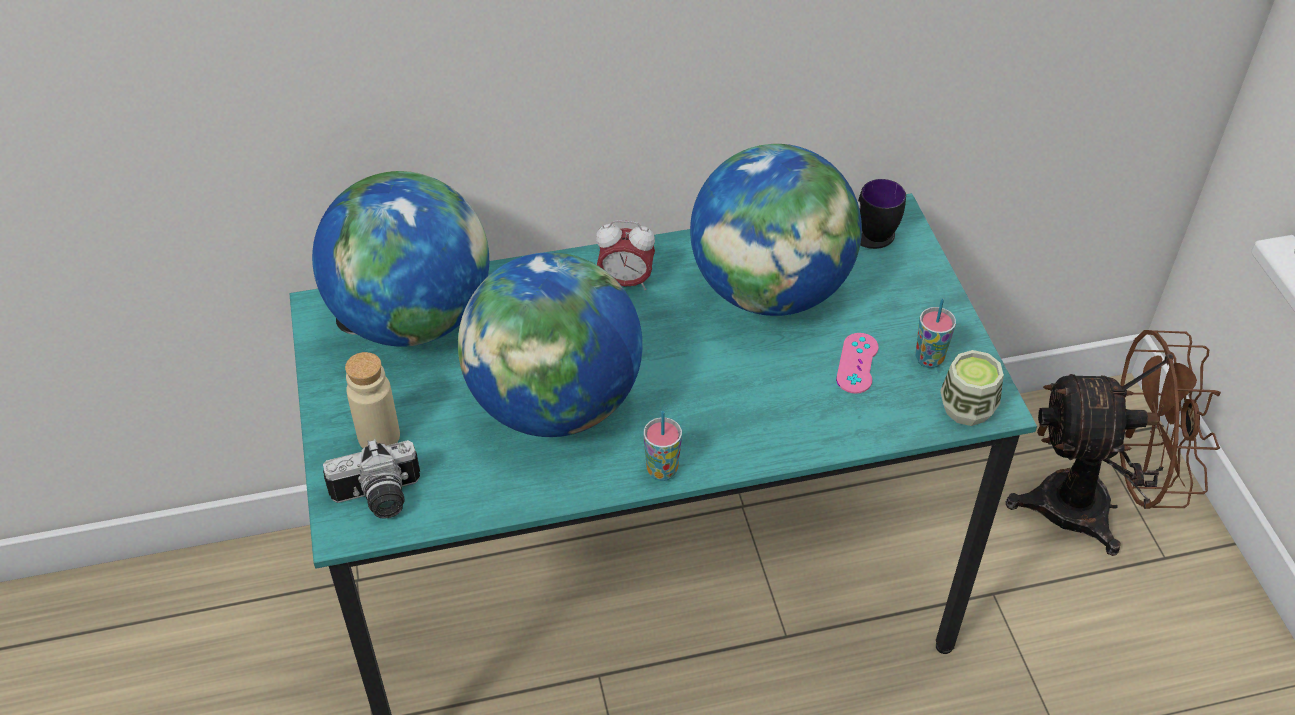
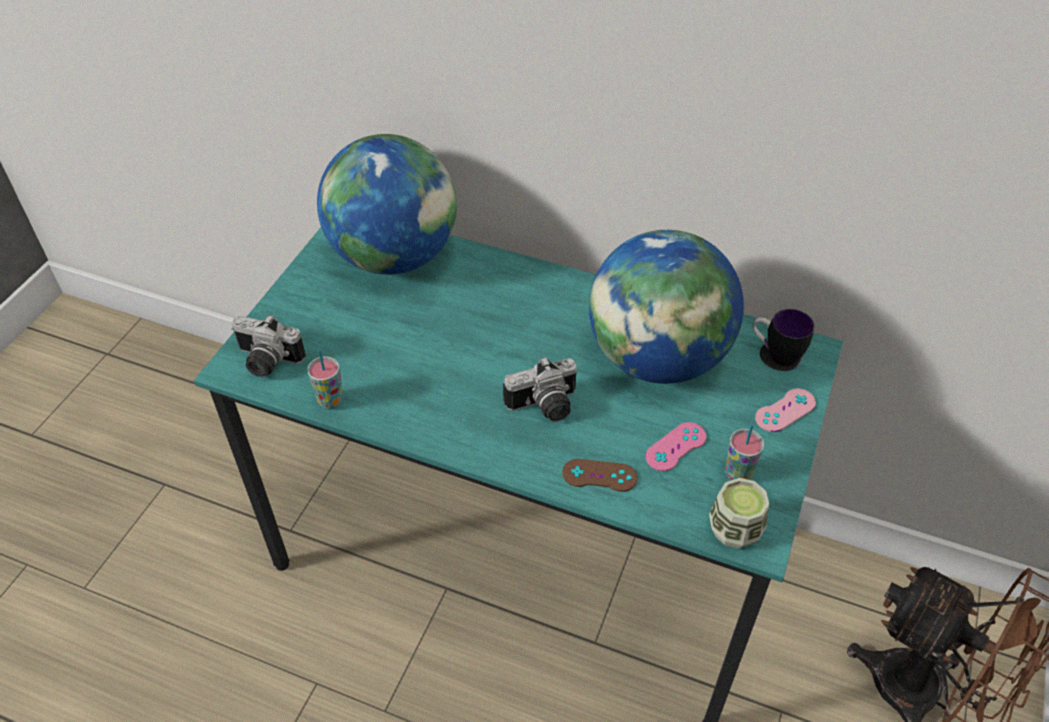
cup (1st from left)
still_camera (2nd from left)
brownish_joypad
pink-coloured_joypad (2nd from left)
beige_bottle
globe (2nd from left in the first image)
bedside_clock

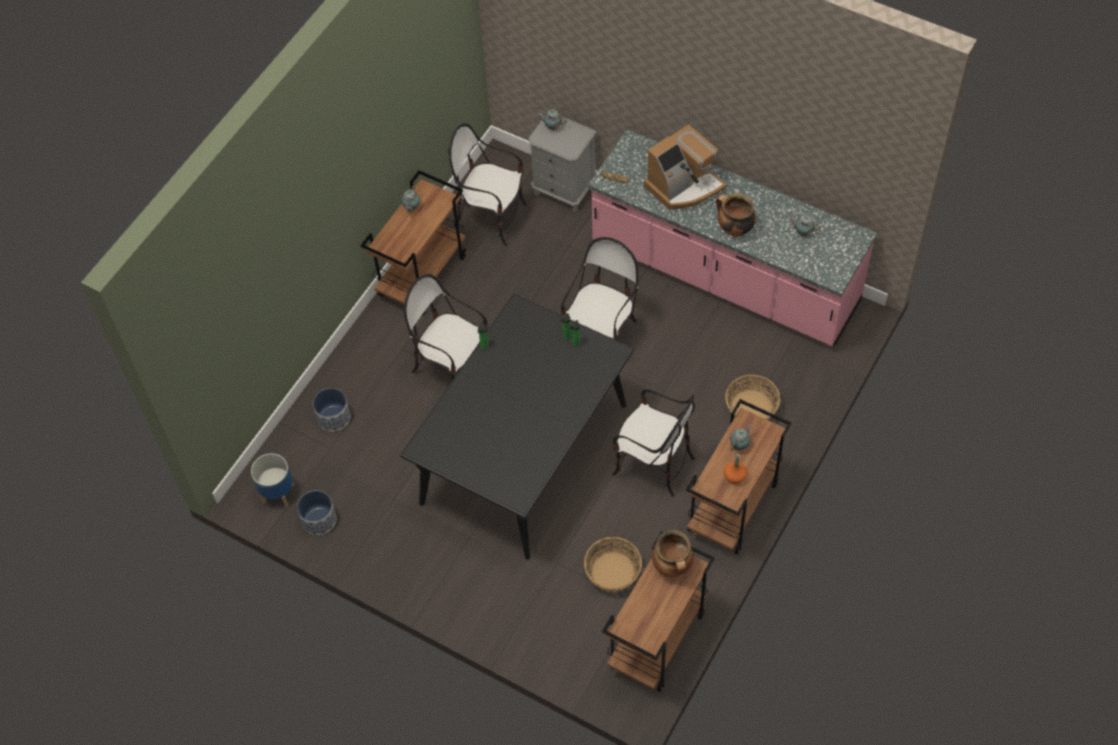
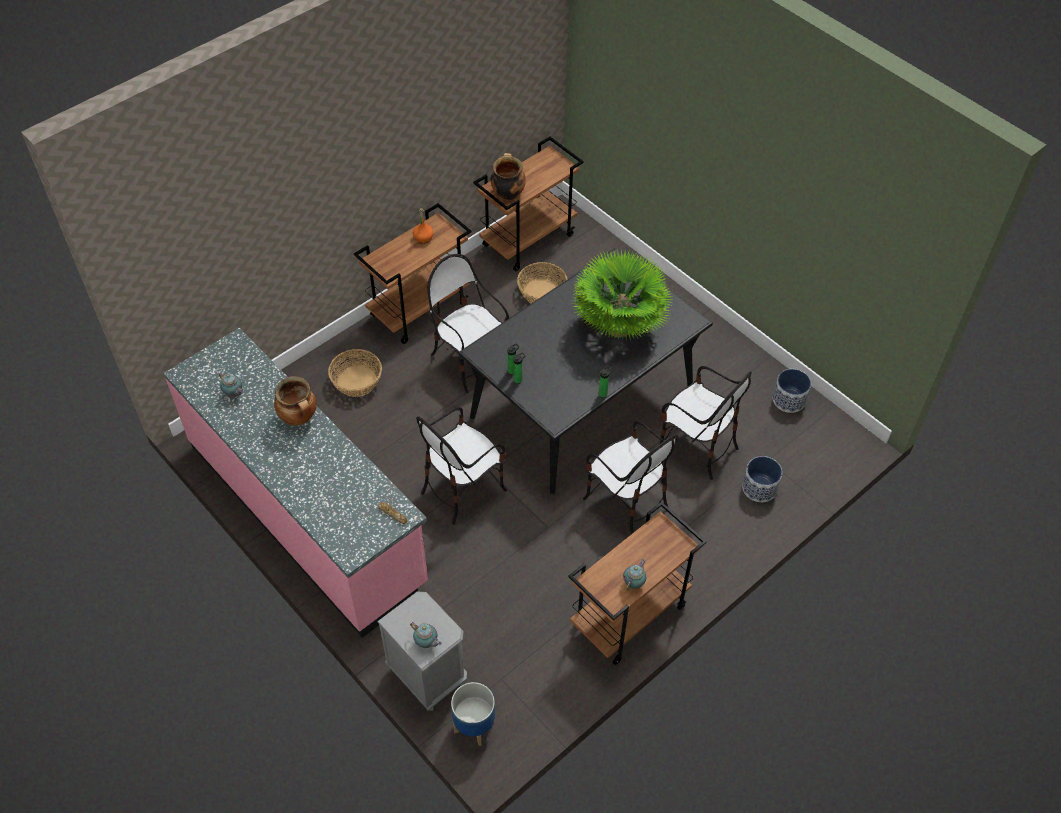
flower_pot (1st from left)
houseplant
plain_chair (4th from left)
coffee_machine
pot_for_tea (3rd from left in the first image)

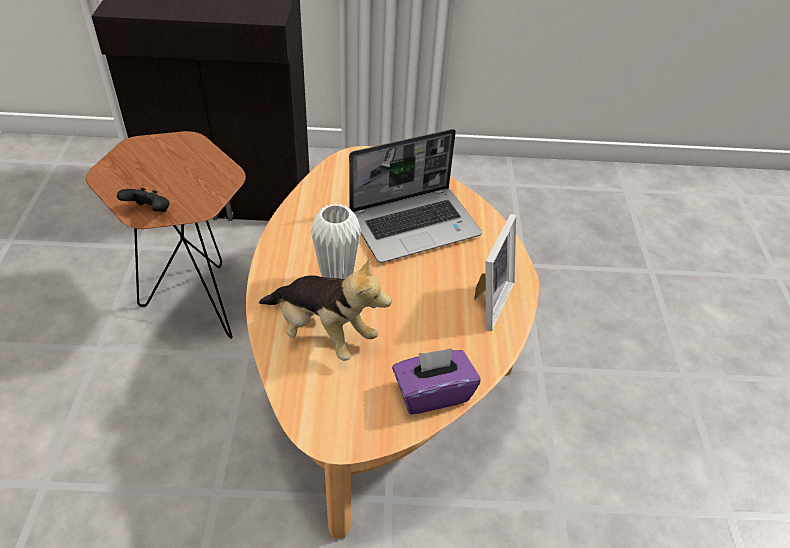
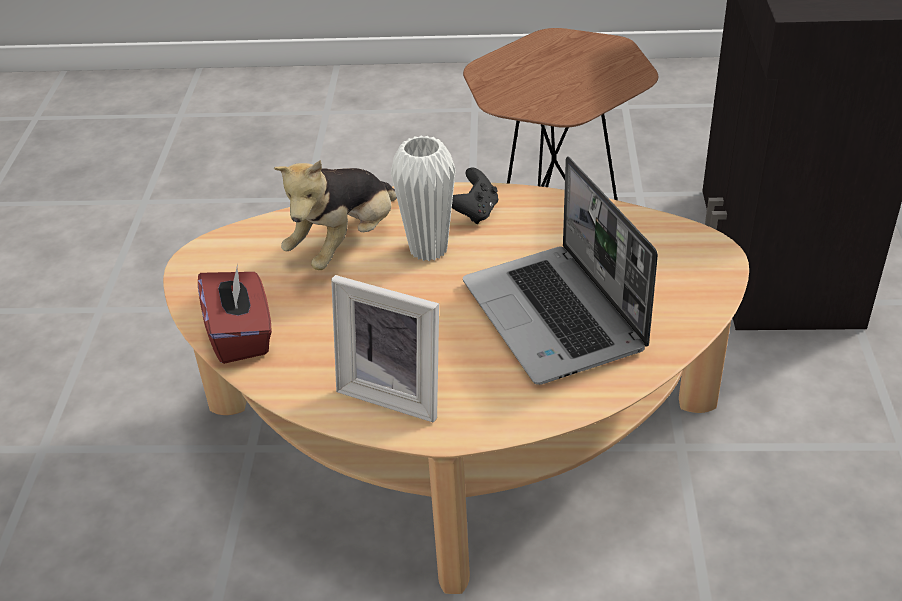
red-coloured_box_of_tissues
black_joypad

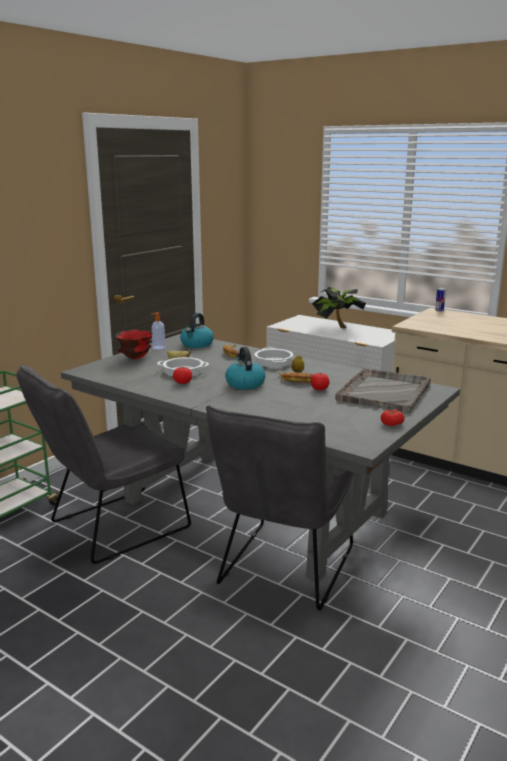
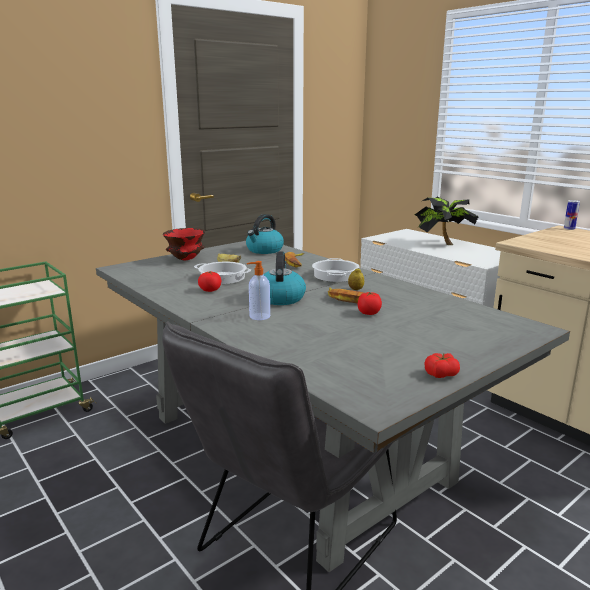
liquid_soap_bottle
grey_plain_chair (1st from left in the first image)
grey_tray

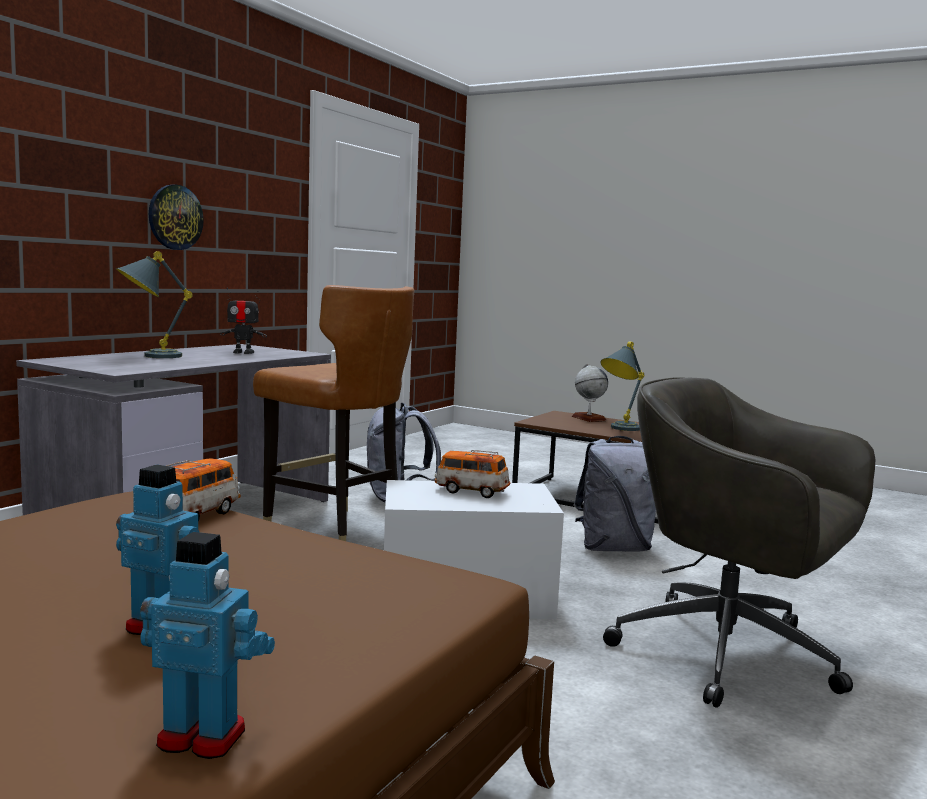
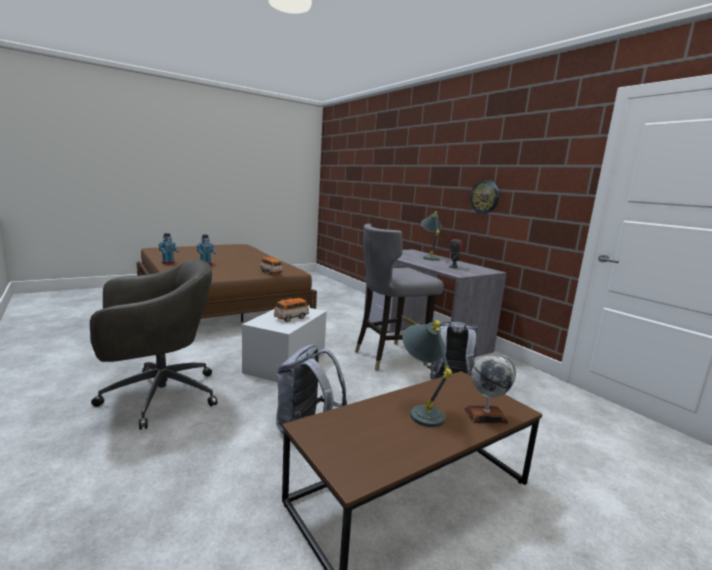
grey_plain_chair

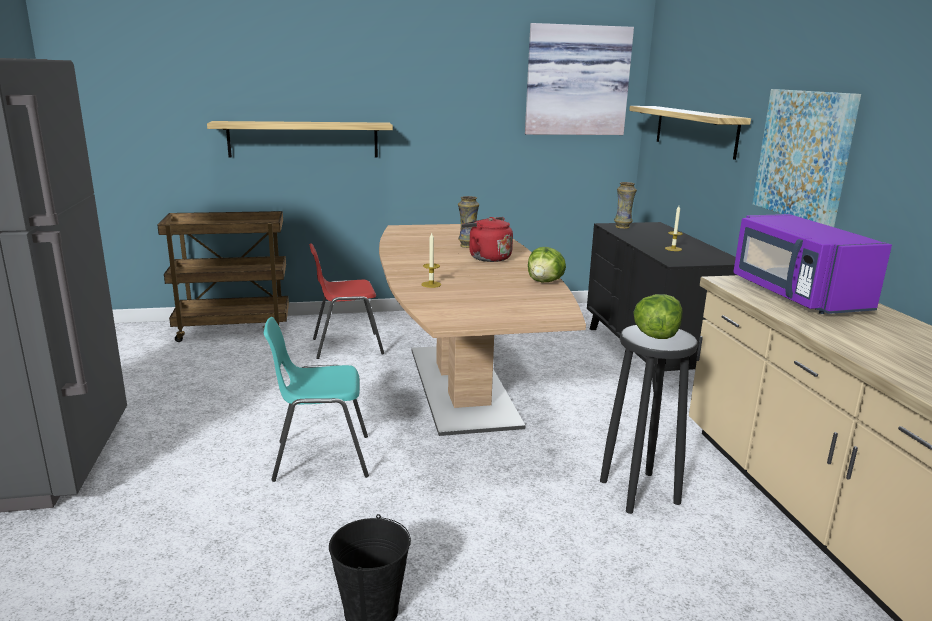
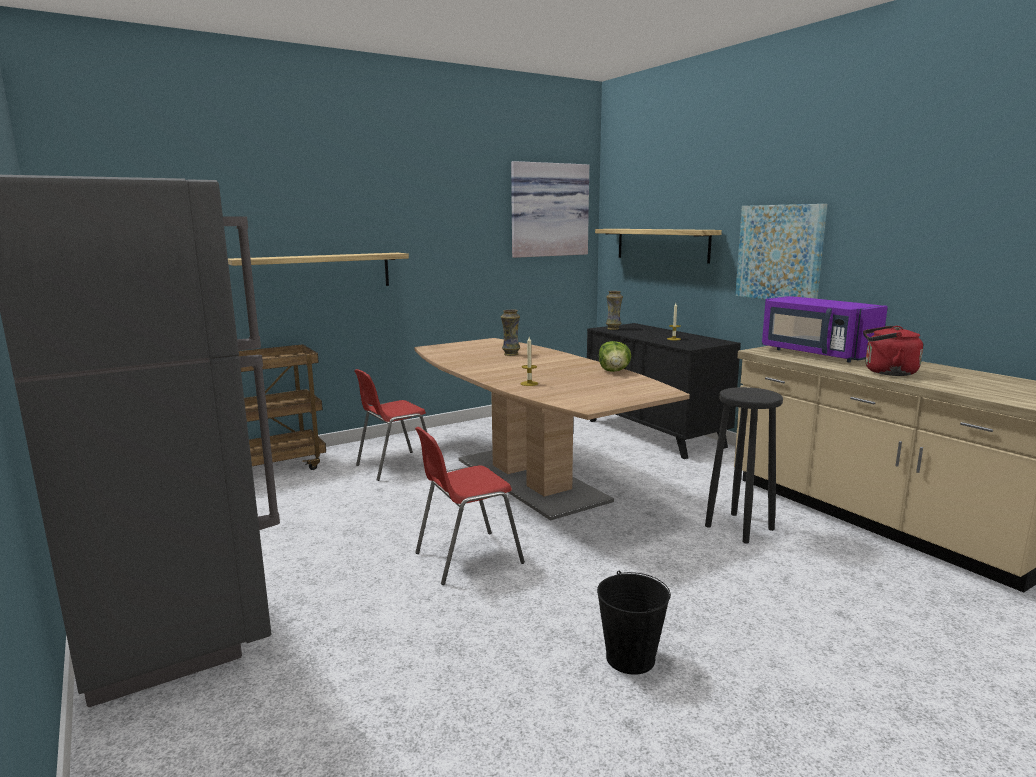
red-coloured_plain_chair (2nd from left)
red-coloured_tea_kettle
lettuce_head (2nd from left in the first image)

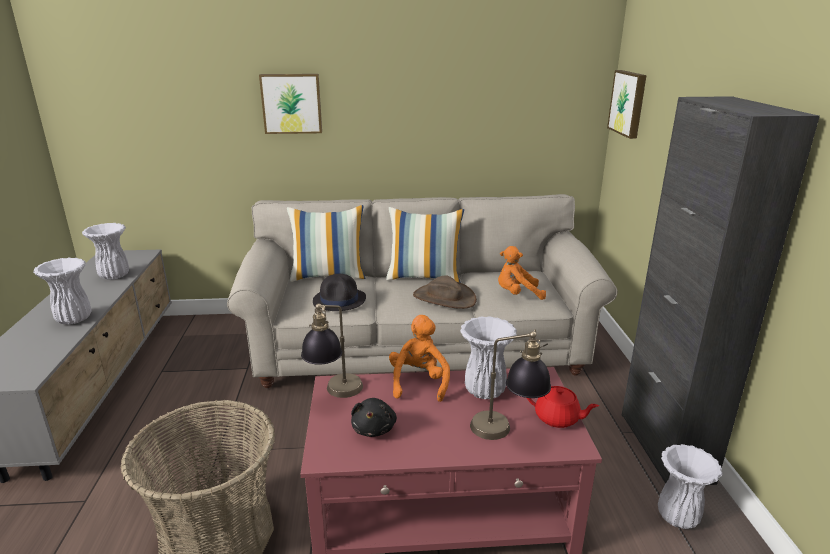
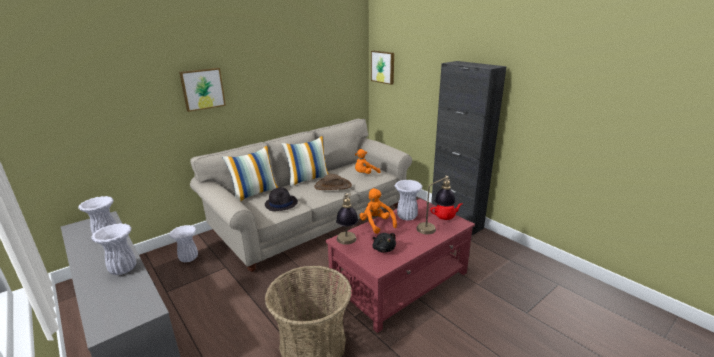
white_decorative_vase (3rd from left)

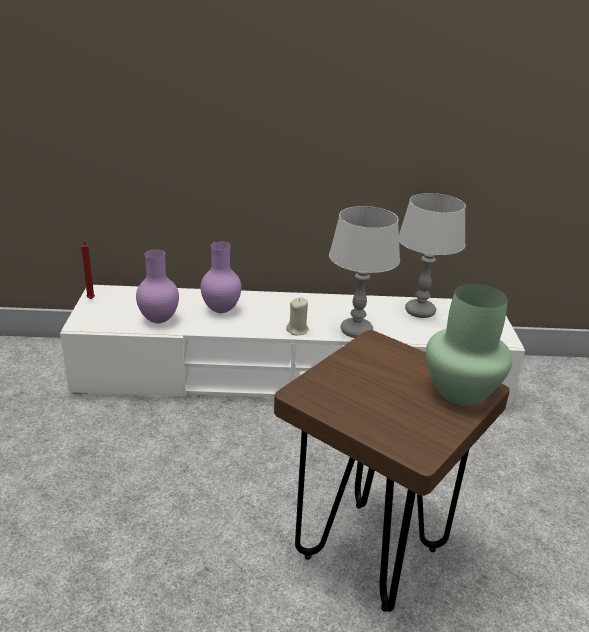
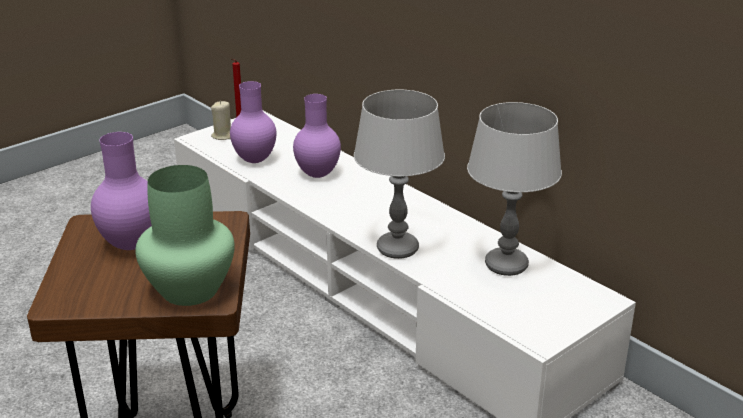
purple-coloured_decorative_vase (1st from left)
beige_wax_candle

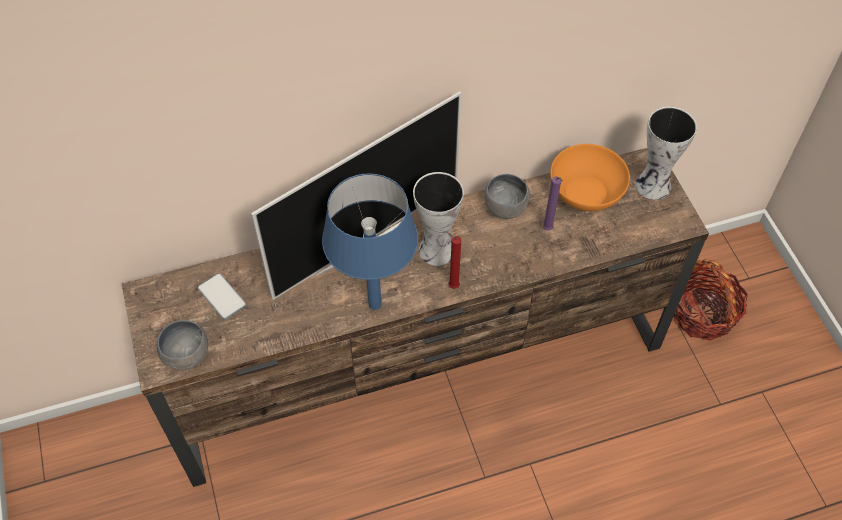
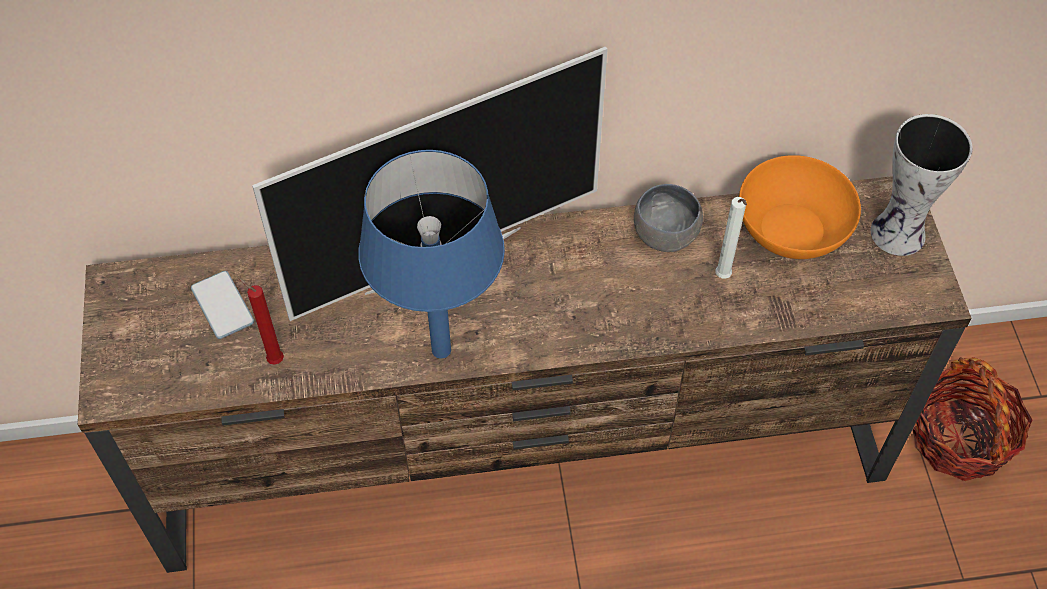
red-coloured_wax_candle
white_wax_candle
grey_bowl (1st from left in the first image)
decorative_vase (1st from left in the first image)

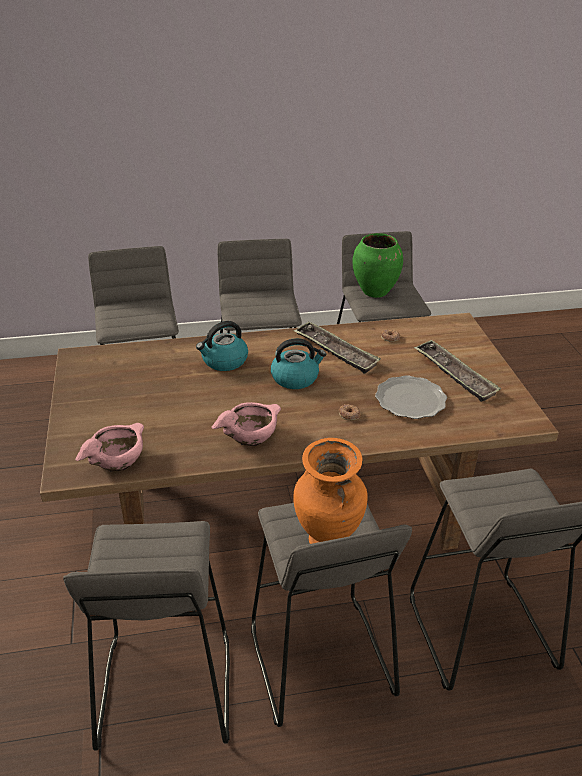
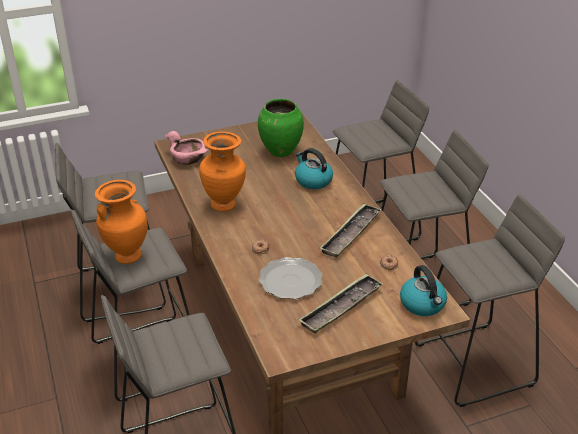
orange-coloured_decorative_vase (2nd from left)
green_decorative_vase
tea_kettle (2nd from left)

